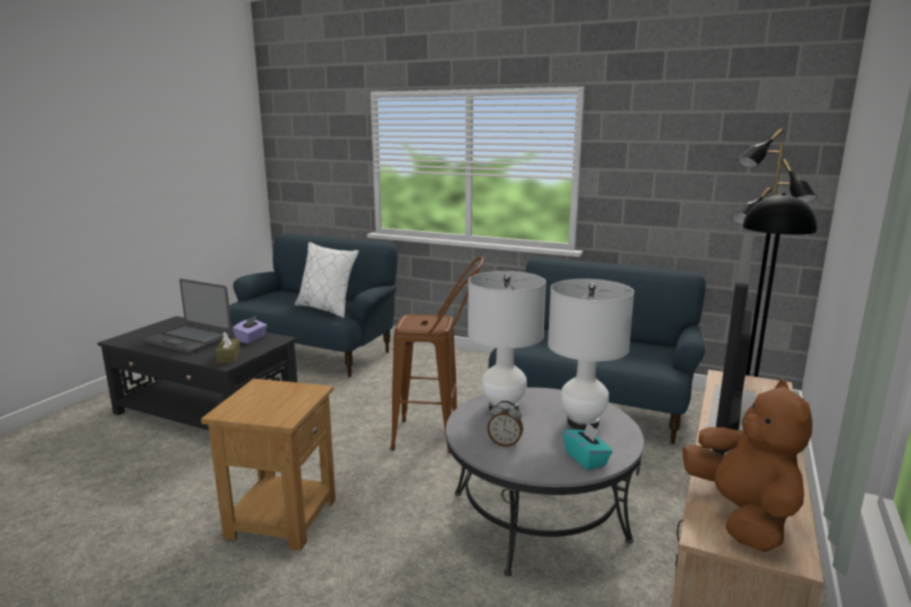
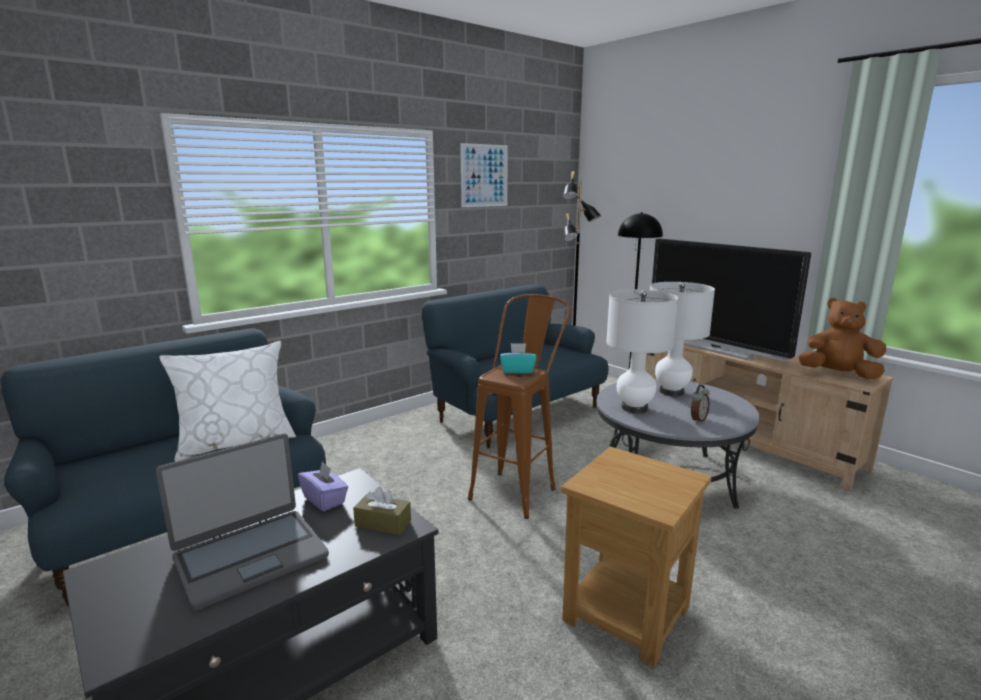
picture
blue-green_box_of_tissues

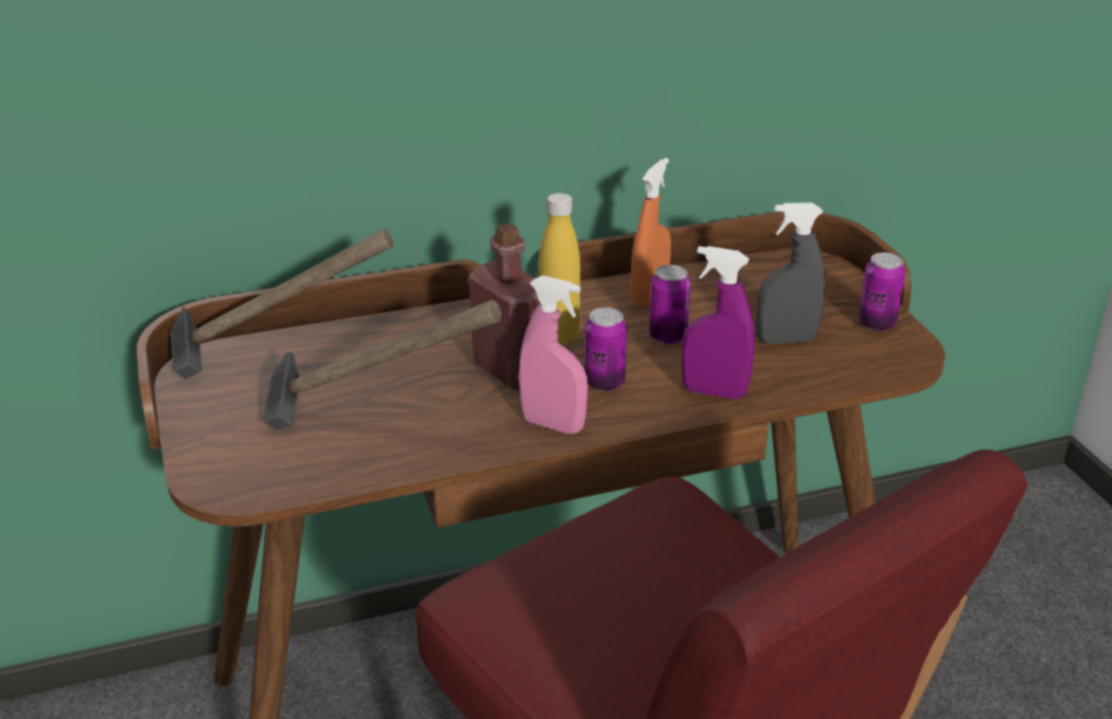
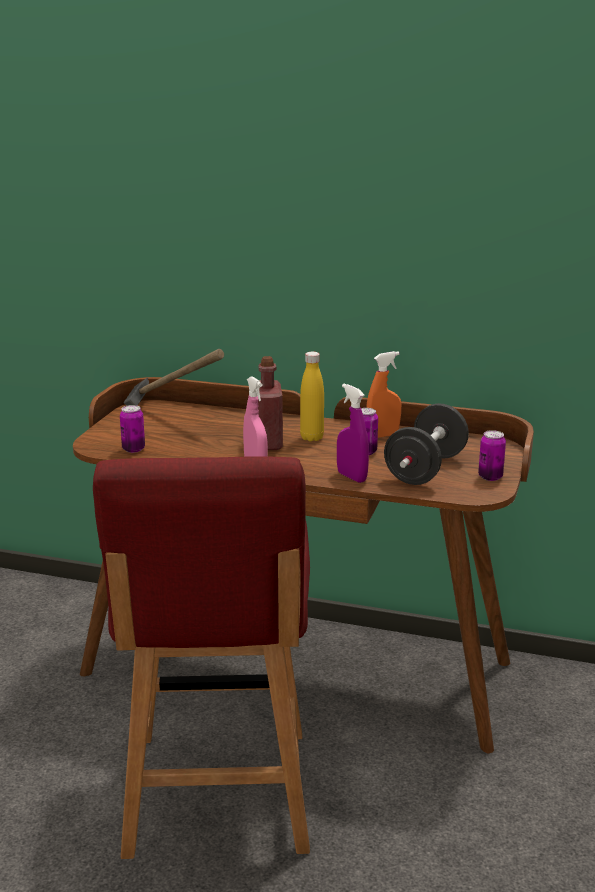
sealed_can (1st from left)
black_dumbbell
hammer (2nd from left in the first image)

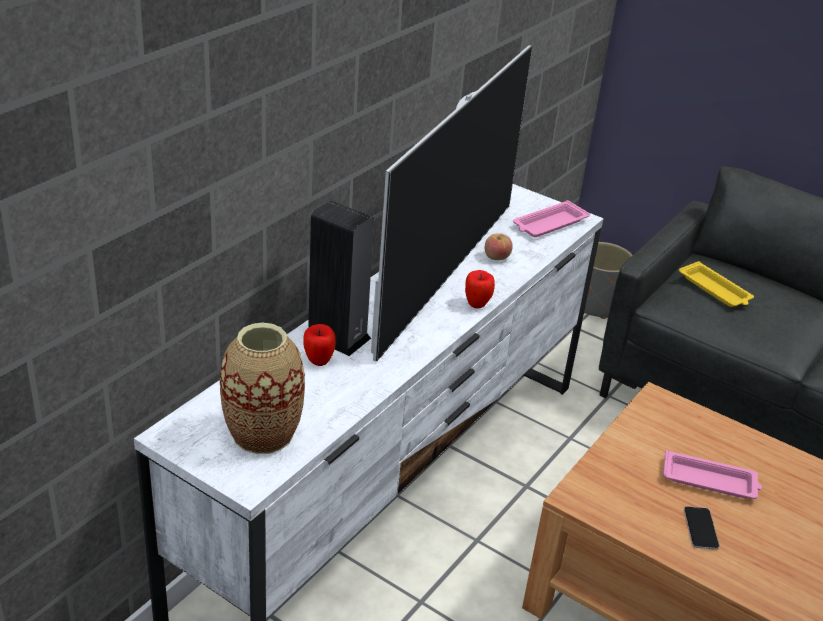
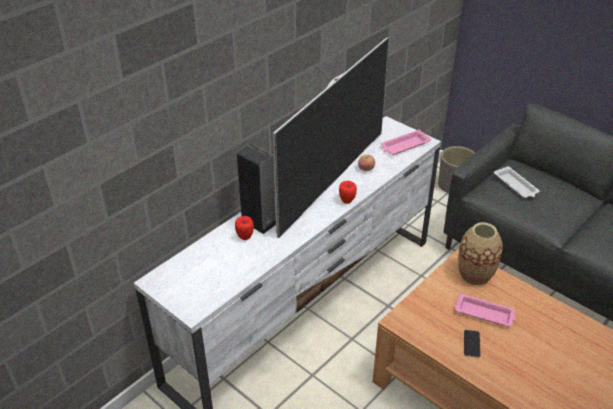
decorative_vase
white_tray

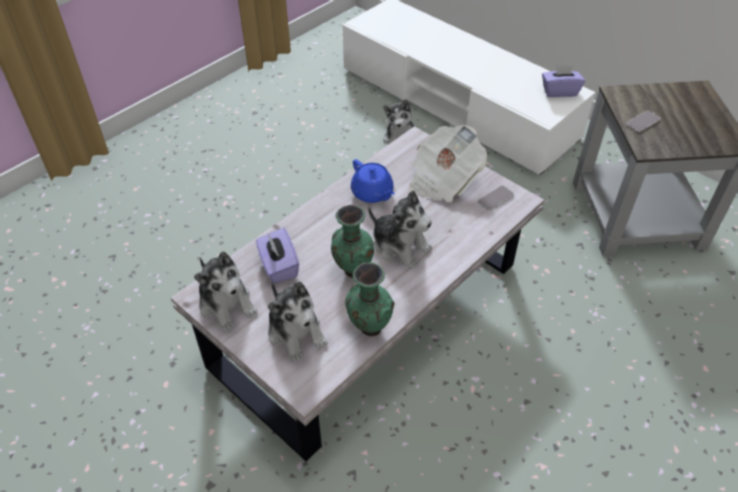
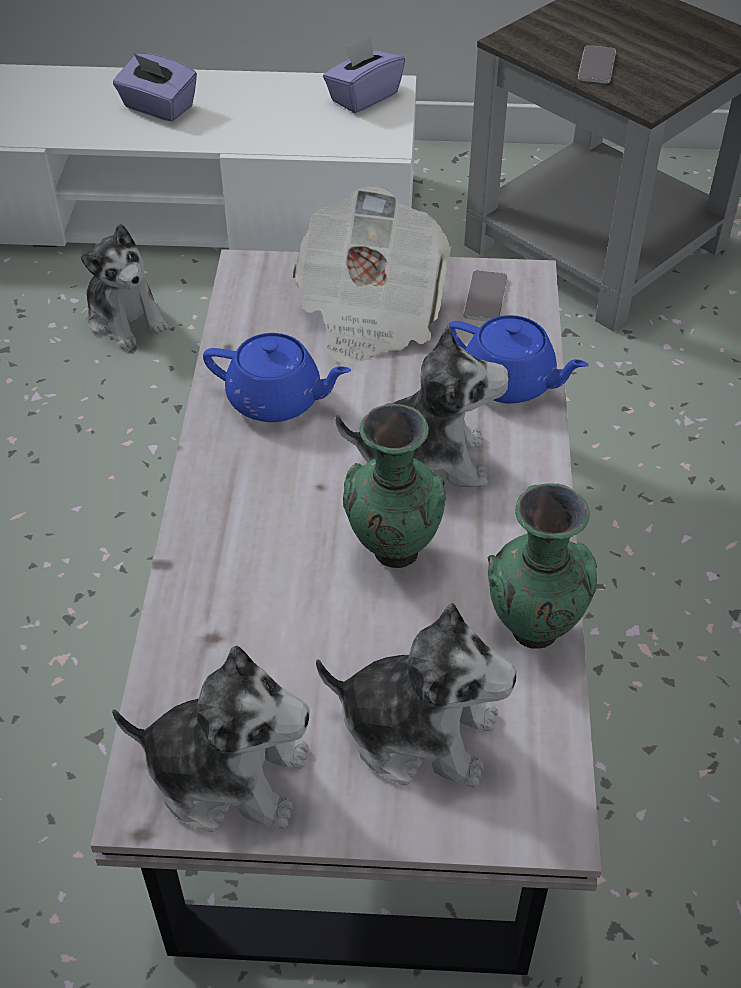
purple-coloured_box_of_tissues (1st from left)
blue_pot_for_tea (2nd from left)

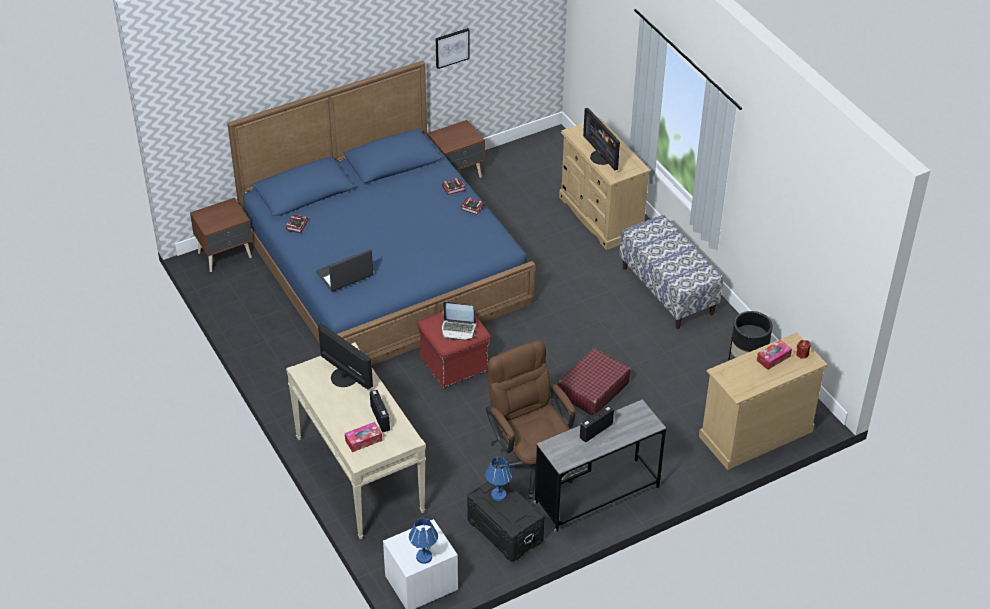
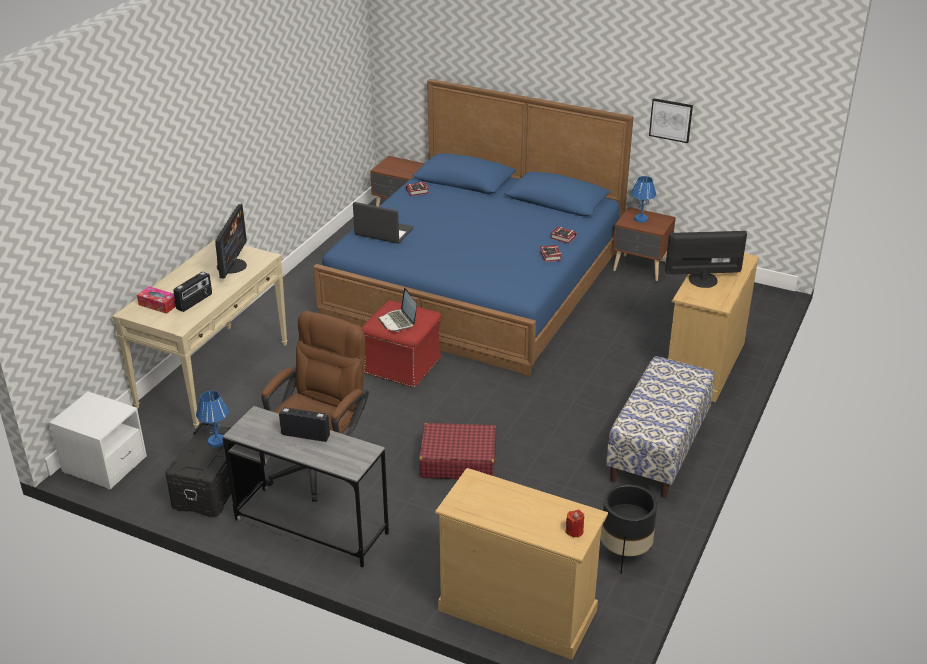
blue_table_lamp (2nd from left)
monitor (2nd from left)
box_of_tissues (2nd from left in the first image)

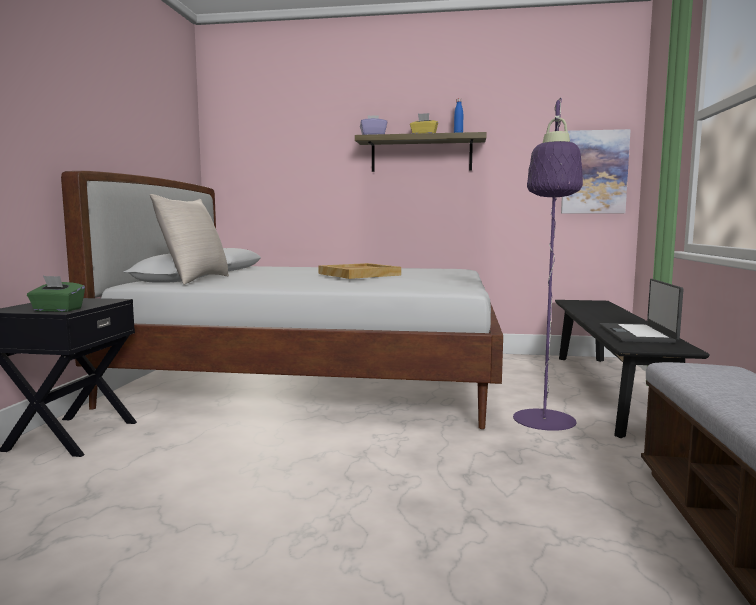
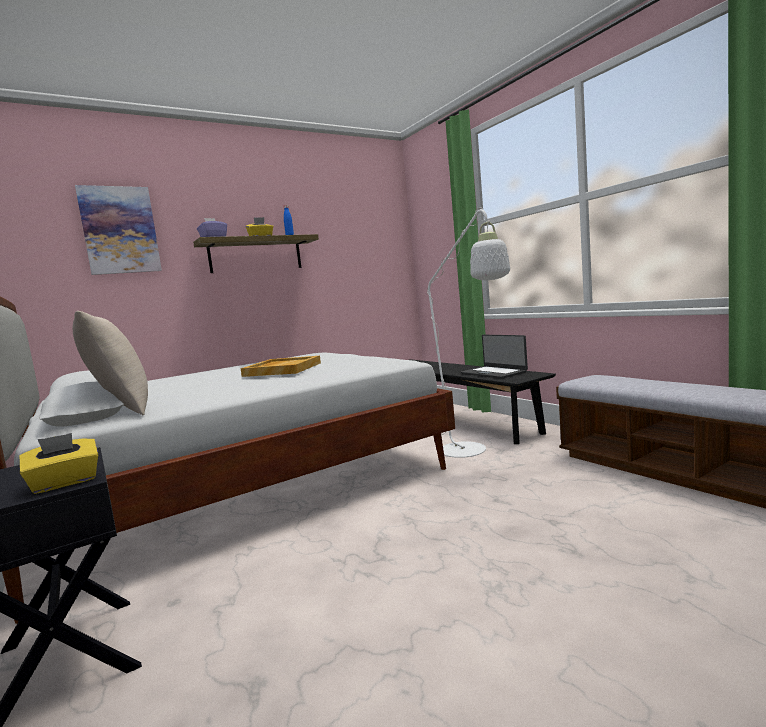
yellowish_box_of_tissues (1st from left)
picture
white_standing_lamp

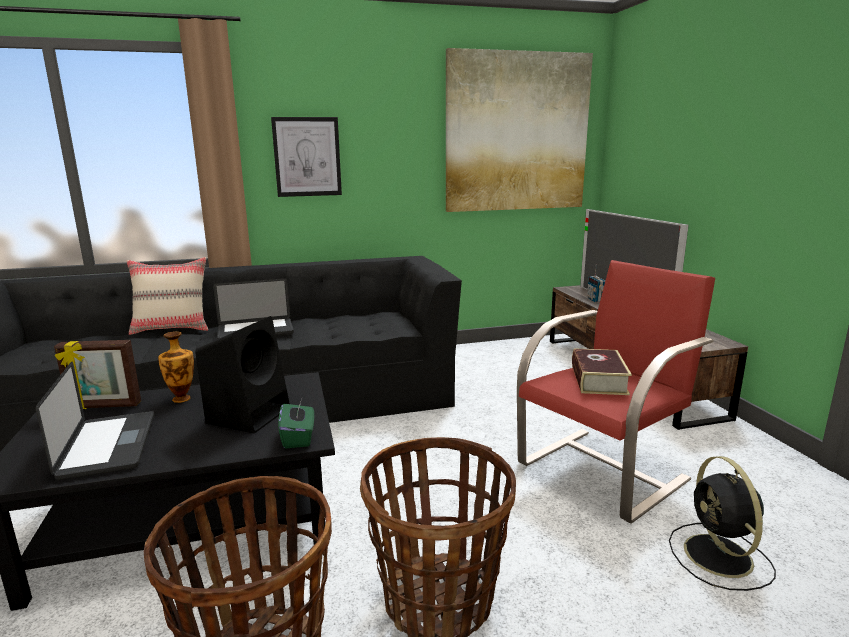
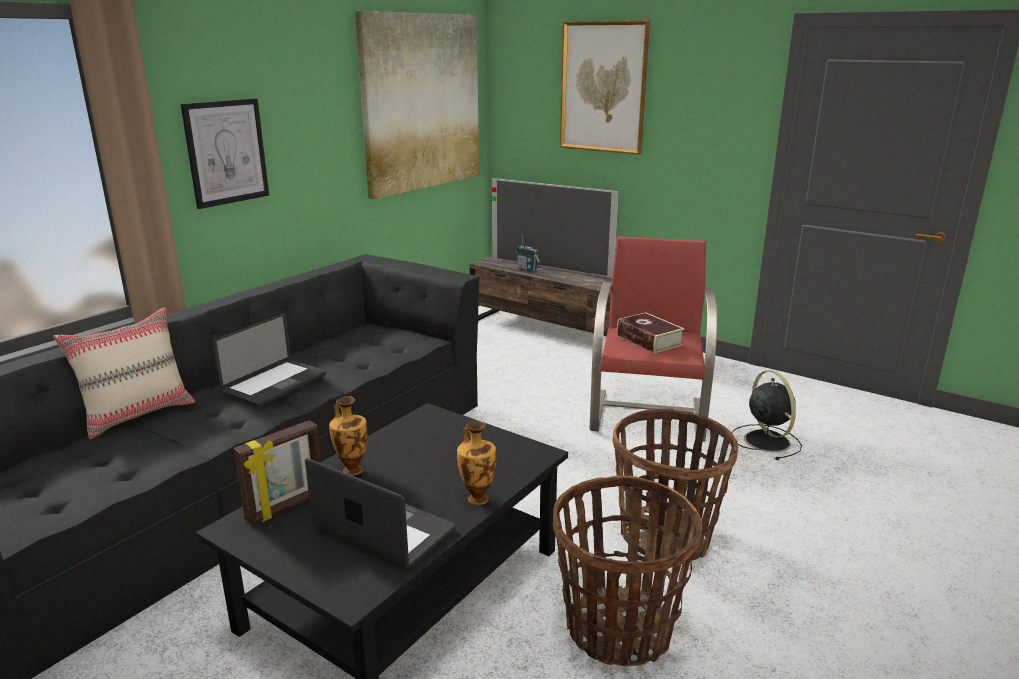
decorative_vase (2nd from left)
picture (3rd from left)
black_fan
black_speaker
green_box_of_tissues

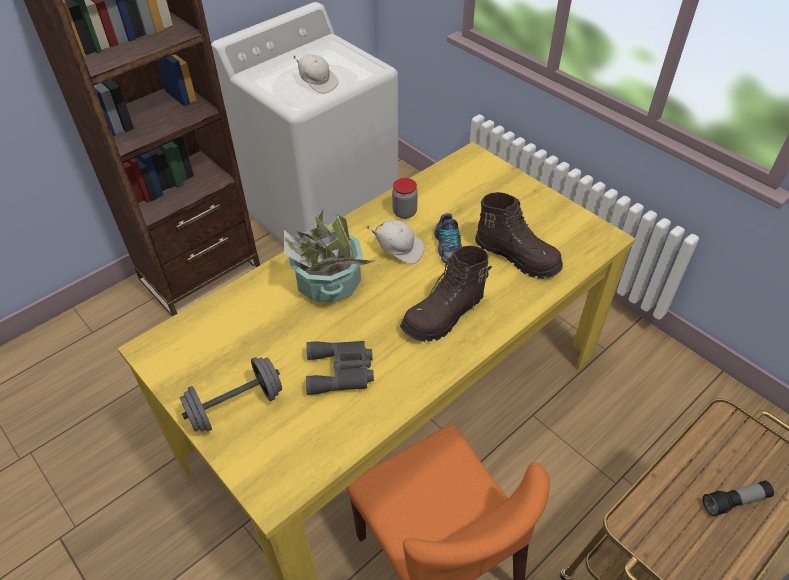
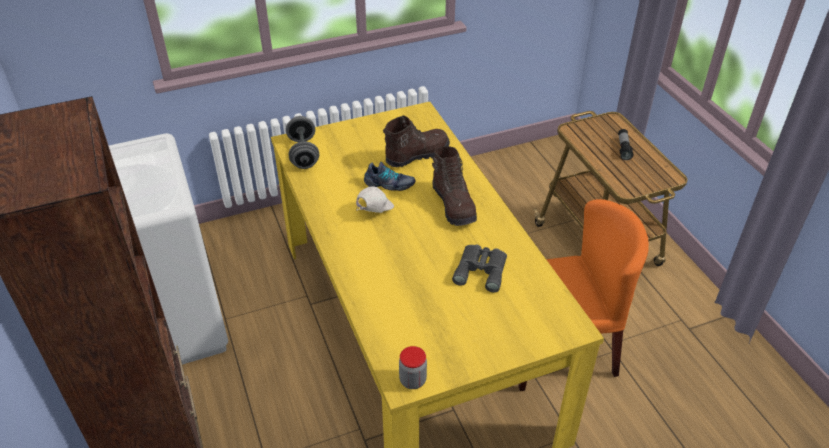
grey_dumbbell
jar
houseplant
white_peaked_cap (1st from left in the first image)

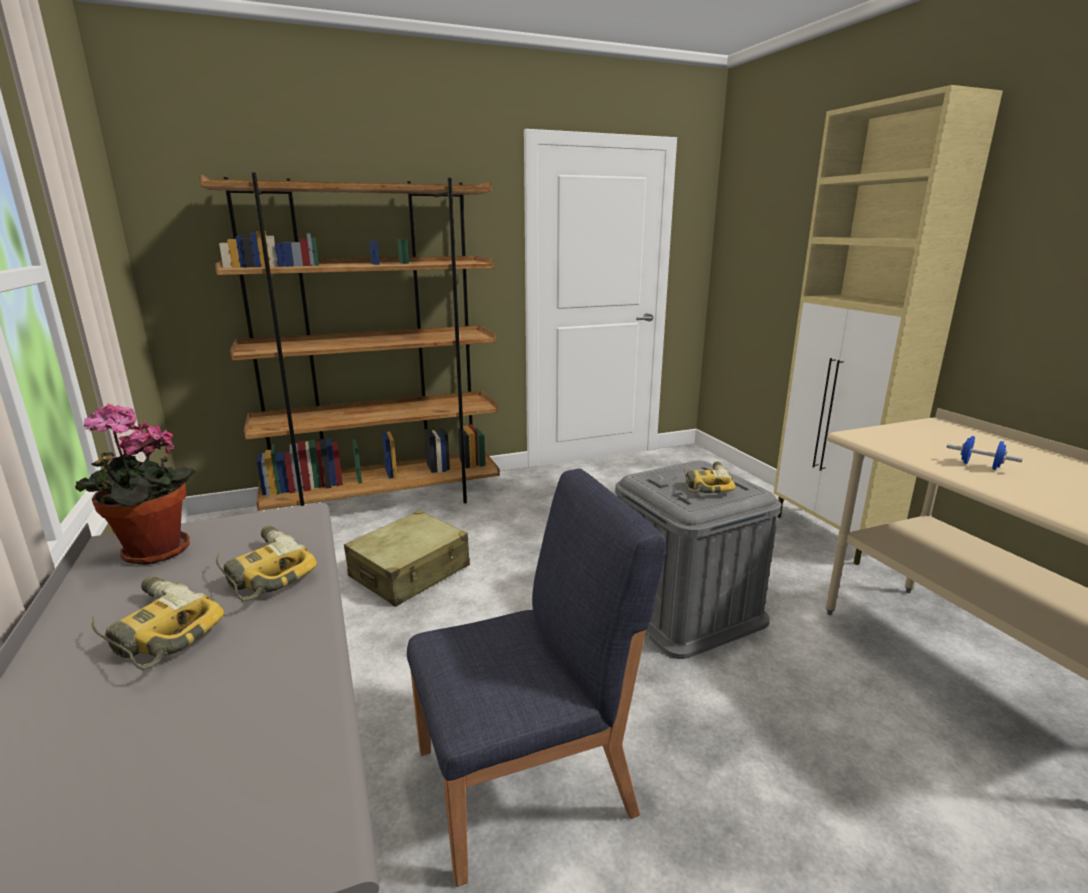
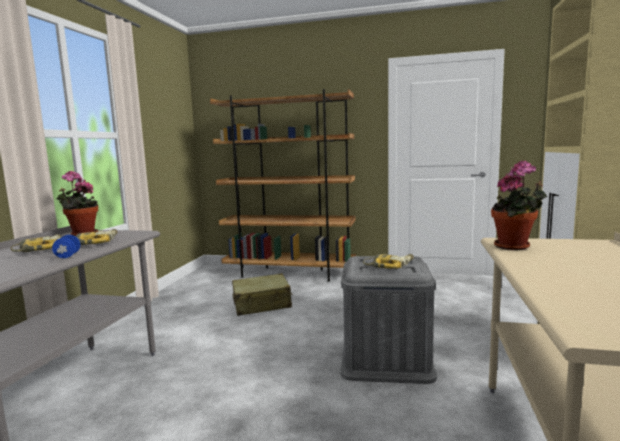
blue_dumbbell
houseplant (2nd from left)
blue_plain_chair

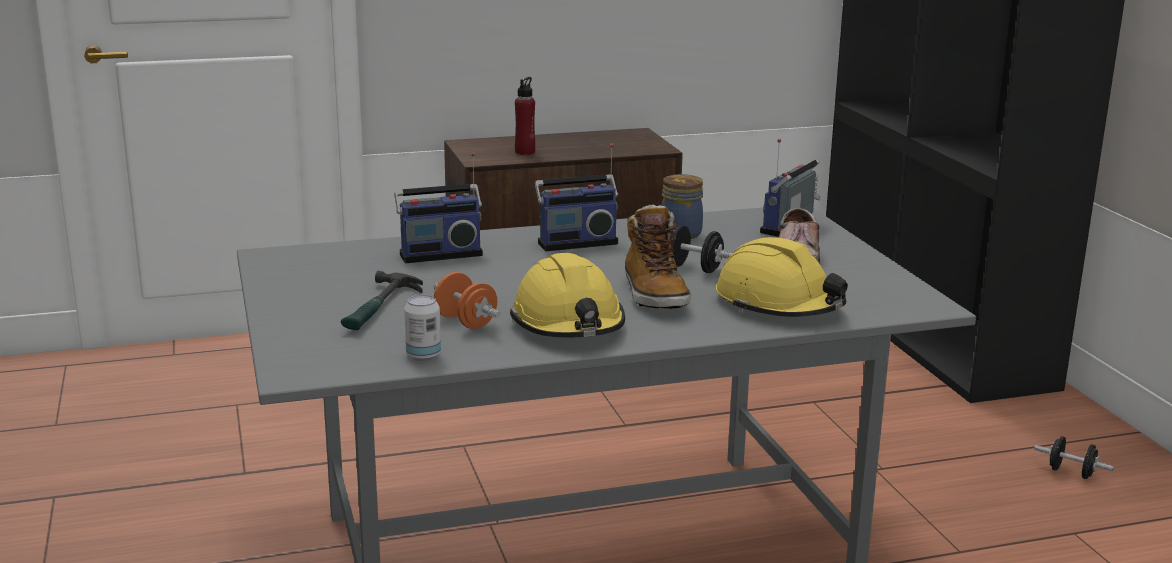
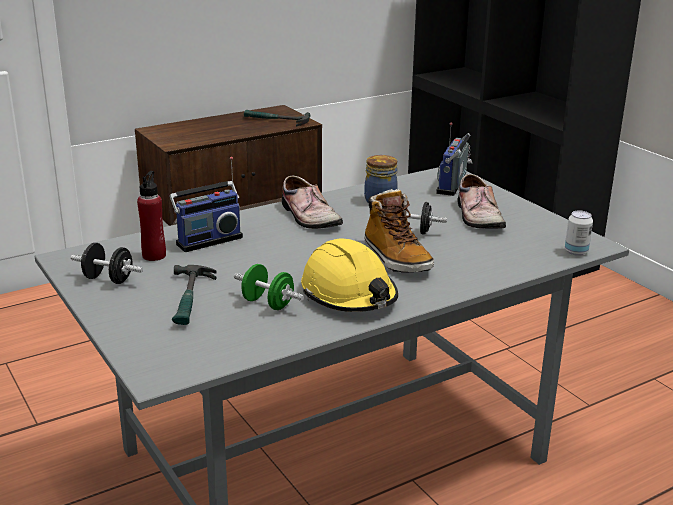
black_dumbbell (1st from left)
red-coloured_bottle
green_dumbbell
hammer (2nd from left)
shoe (1st from left)
sealed_can
yellowish_work_helmet (2nd from left in the first image)

